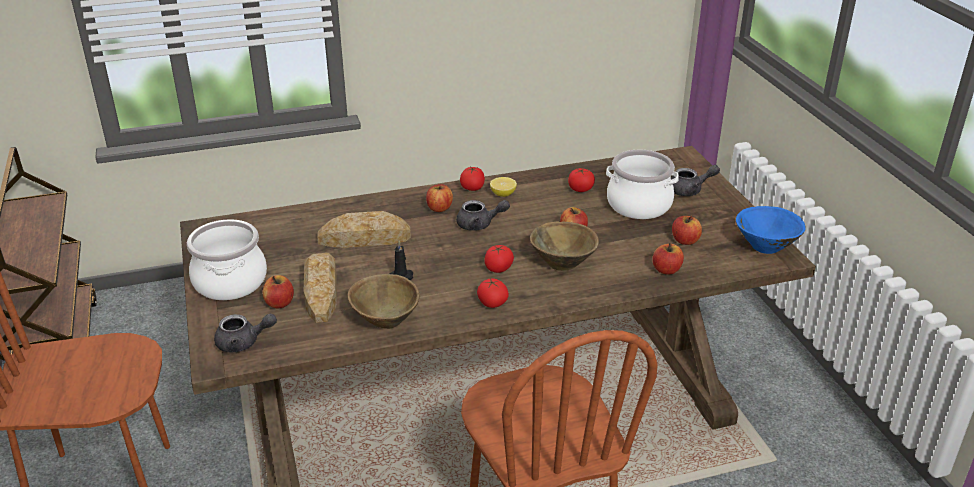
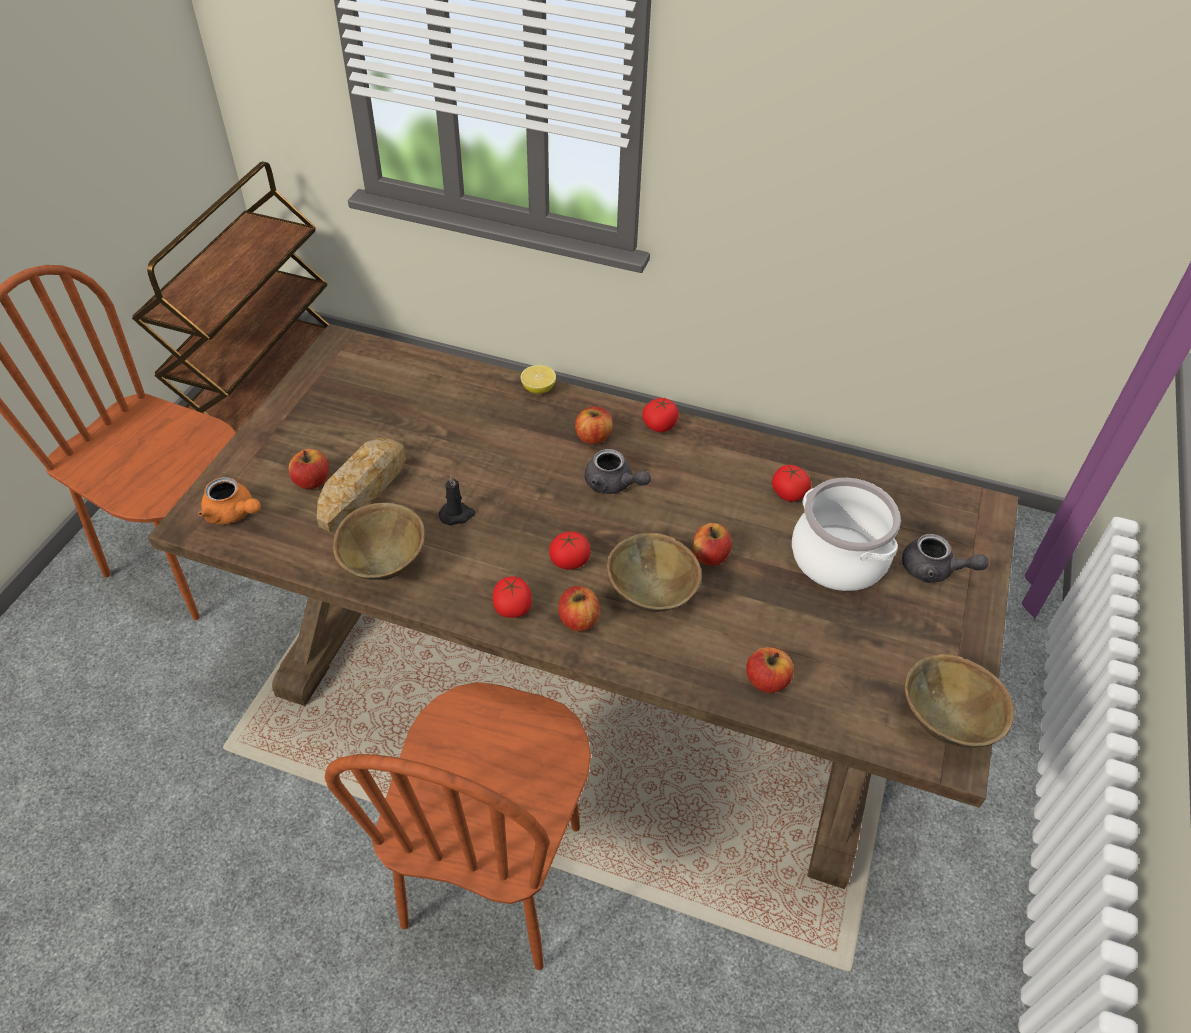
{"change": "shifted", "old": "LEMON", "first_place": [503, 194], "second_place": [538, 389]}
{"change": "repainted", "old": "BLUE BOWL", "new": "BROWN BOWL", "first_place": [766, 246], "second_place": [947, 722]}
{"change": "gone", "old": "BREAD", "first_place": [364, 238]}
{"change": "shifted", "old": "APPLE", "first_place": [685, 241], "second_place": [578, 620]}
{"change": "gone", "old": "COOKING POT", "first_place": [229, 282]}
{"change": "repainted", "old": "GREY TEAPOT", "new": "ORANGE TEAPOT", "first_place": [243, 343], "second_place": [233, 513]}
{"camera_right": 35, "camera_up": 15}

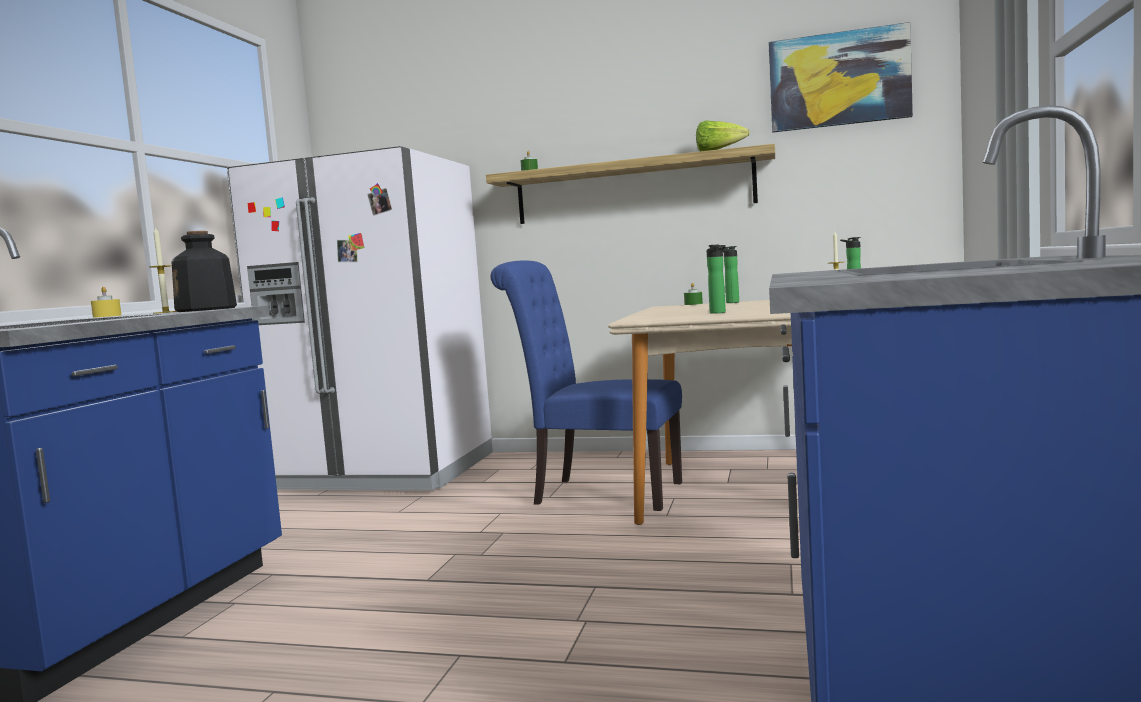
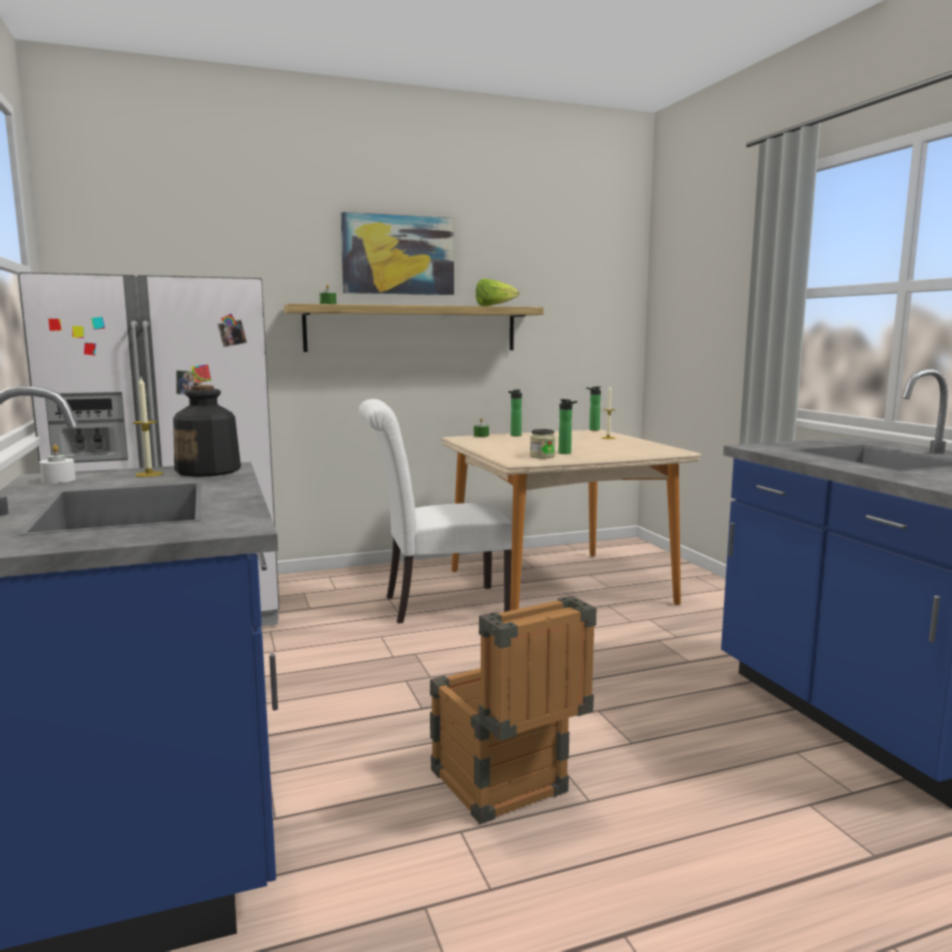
{"change": "shifted", "old": "PICTURE", "first_place": [838, 79], "second_place": [398, 255]}
{"change": "repainted", "old": "BLUE CHAIR", "new": "WHITE CHAIR", "first_place": [599, 493], "second_place": [438, 605]}
{"change": "repainted", "old": "YELLOW CANDLE", "new": "WHITE CANDLE", "first_place": [107, 316], "second_place": [58, 480]}
{"change": "new", "new": "JAR", "second_place": [542, 456]}
{"change": "new", "new": "CRATE", "second_place": [506, 790]}
{"camera_right": -35, "camera_up": 5}

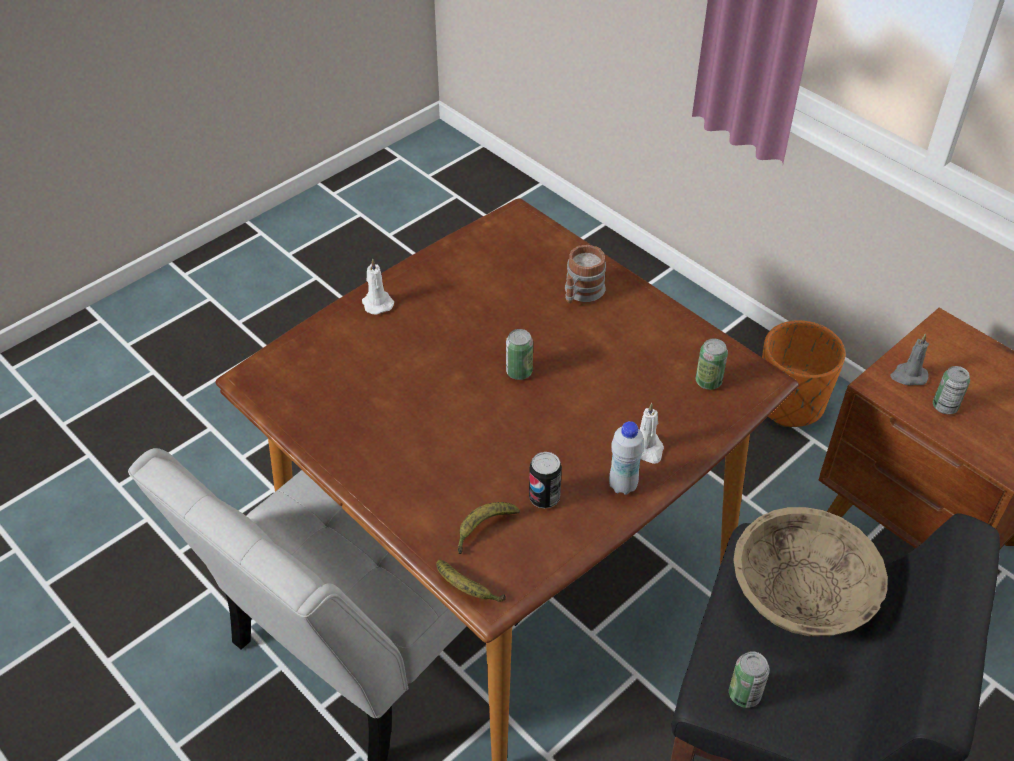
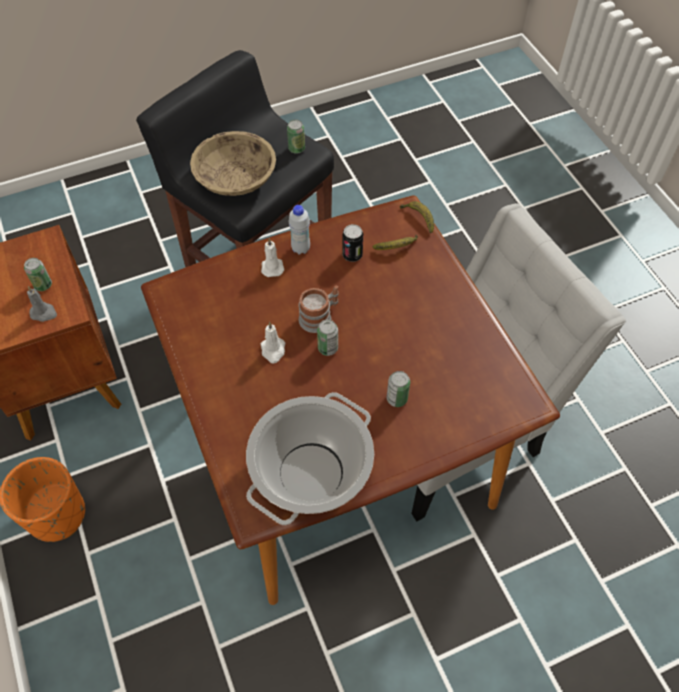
{"change": "shifted", "old": "MUG", "first_place": [581, 293], "second_place": [319, 316]}
{"change": "shifted", "old": "WHITE CANDLE", "first_place": [377, 303], "second_place": [273, 350]}
{"change": "shifted", "old": "CAN", "first_place": [708, 381], "second_place": [397, 399]}
{"change": "new", "new": "COOKING POT", "second_place": [311, 472]}
{"camera_right": -160, "camera_up": 10}

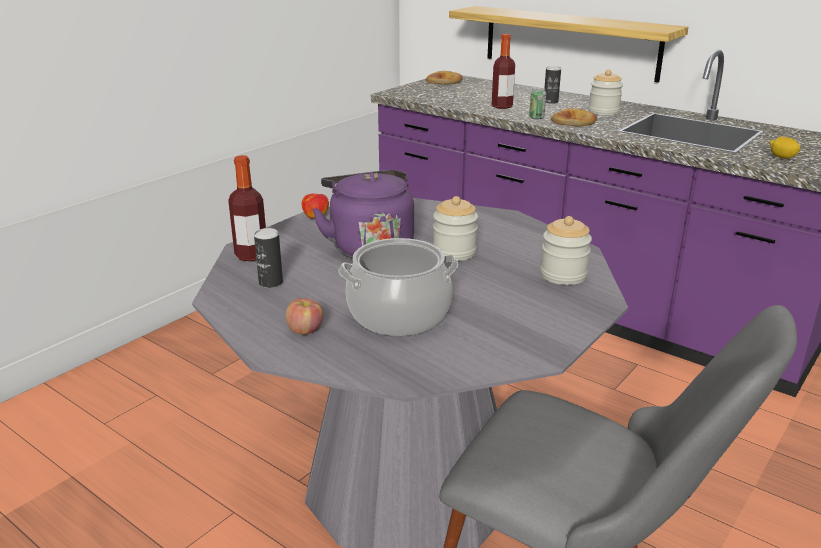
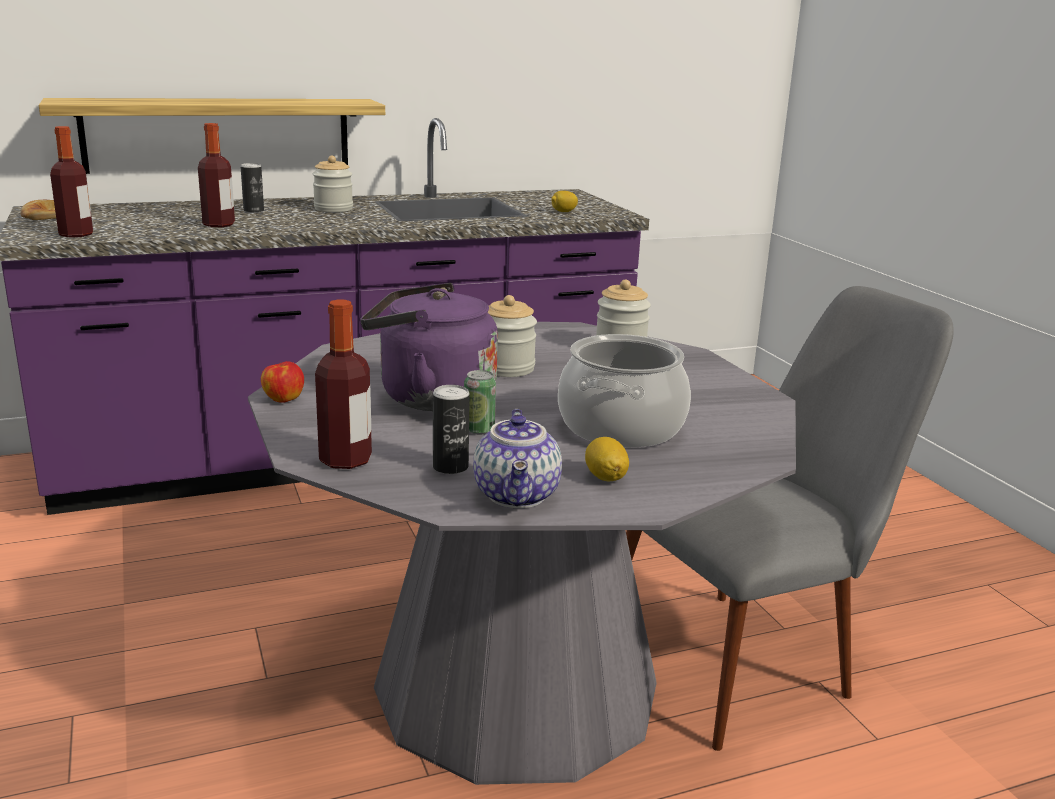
{"change": "shifted", "old": "CAN", "first_place": [536, 118], "second_place": [479, 430]}
{"change": "gone", "old": "BREAD", "first_place": [574, 122]}
{"change": "swapped", "old": "APPLE", "new": "LEMON", "first_place": [305, 330], "second_place": [605, 477]}
{"change": "new", "new": "BOTTLE", "second_place": [76, 234]}
{"change": "new", "new": "TEAPOT", "second_place": [519, 496]}
{"camera_right": -60, "camera_up": -5}

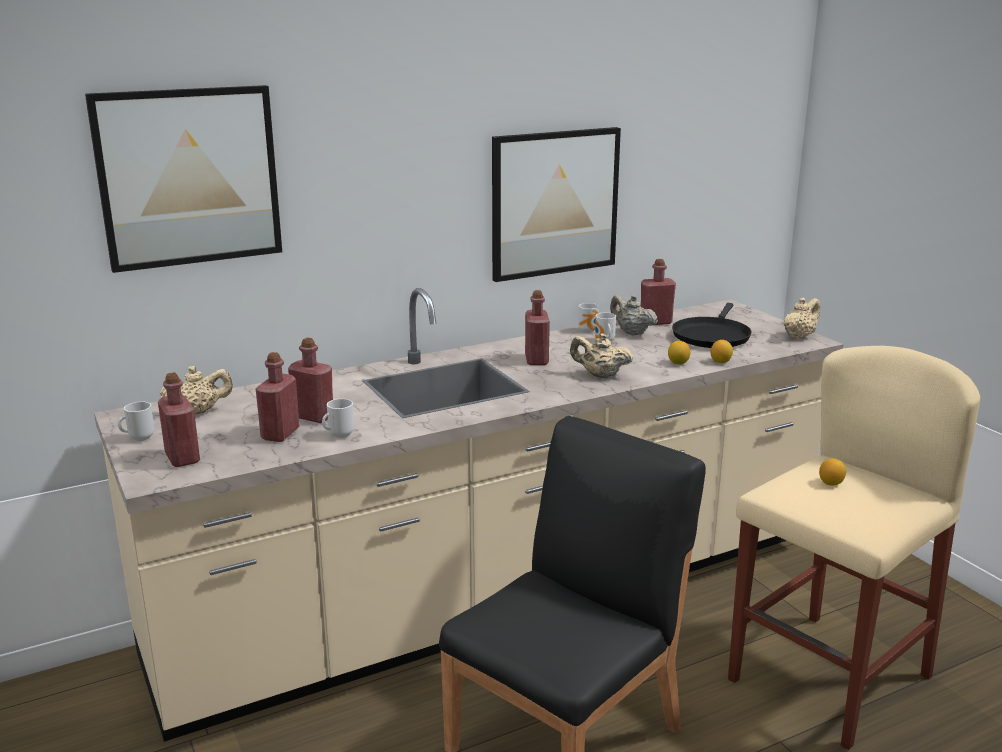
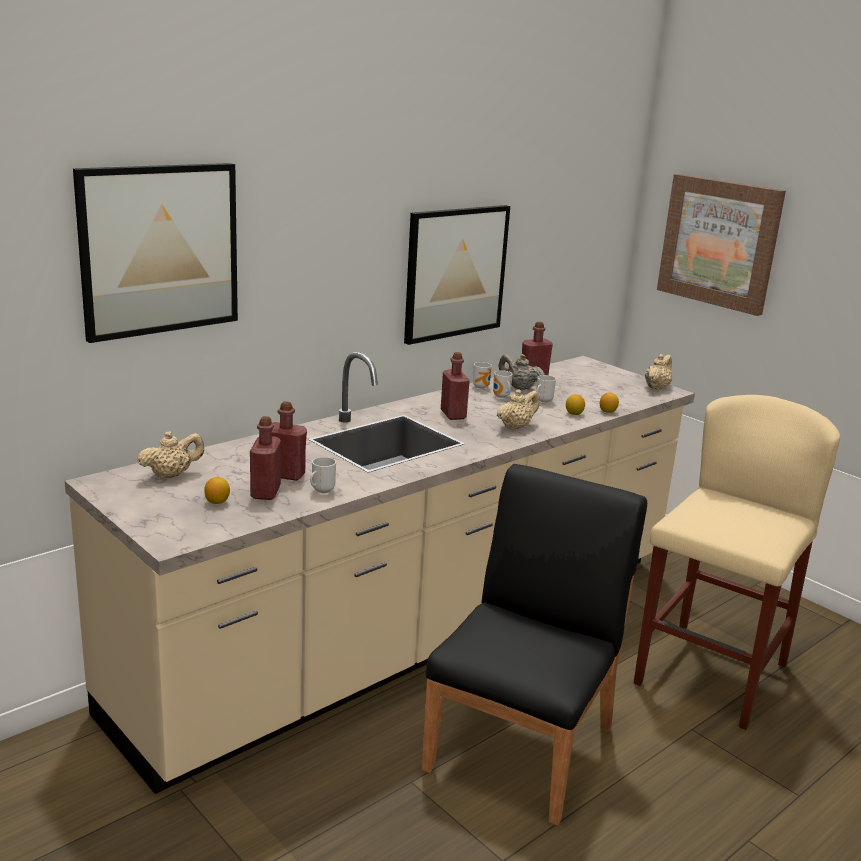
{"change": "gone", "old": "BLACK FRYING PAN", "first_place": [711, 335]}
{"change": "rotated", "old": "BEIGE TEAPOT", "first_place": [600, 375], "second_place": [516, 427], "degrees": 135}
{"change": "gone", "old": "RED BOTTLE", "first_place": [182, 458]}
{"change": "shifted", "old": "MUG", "first_place": [139, 438], "second_place": [542, 401]}
{"change": "shifted", "old": "LEMON", "first_place": [831, 483], "second_place": [217, 502]}
{"change": "new", "new": "PICTURE", "second_place": [719, 243]}
{"camera_right": -15, "camera_up": 0}

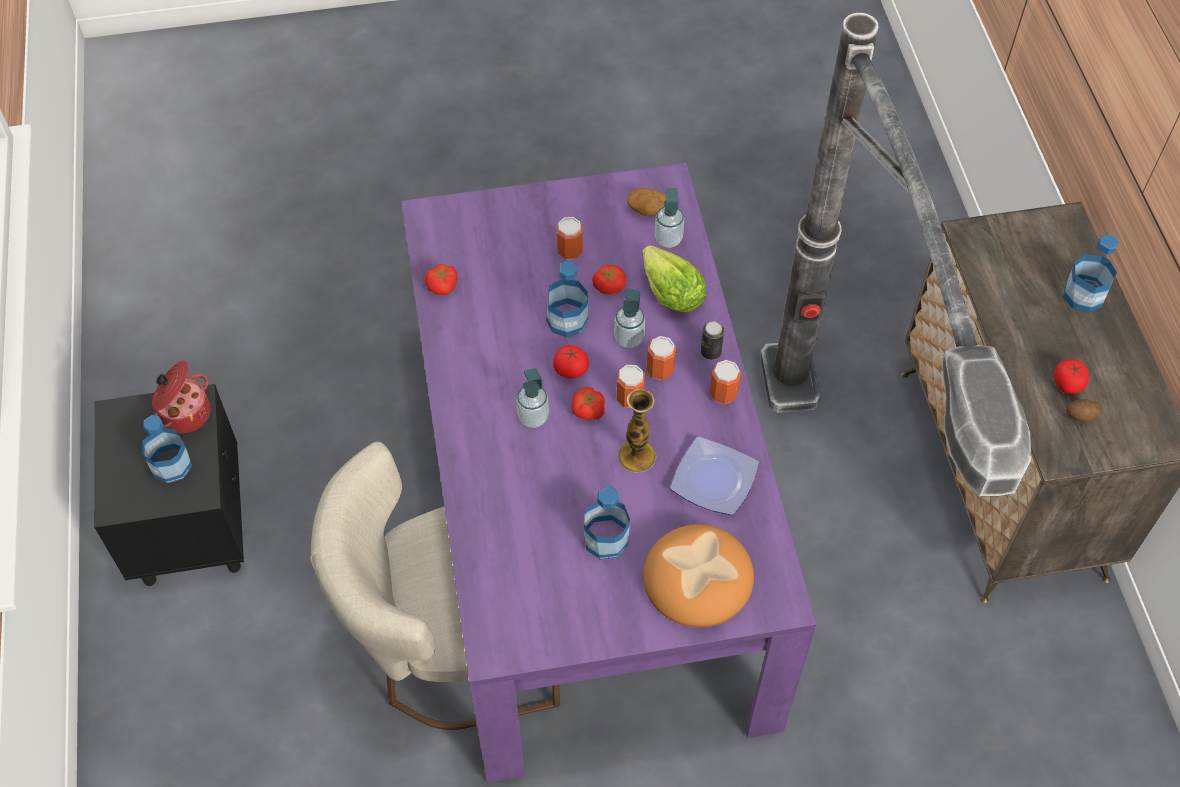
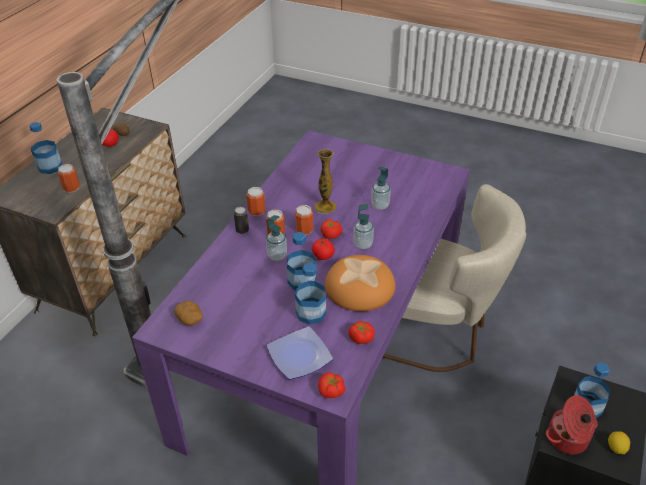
{"change": "shifted", "old": "SOAP DISPENSER", "first_place": [668, 239], "second_place": [380, 205]}
{"change": "shifted", "old": "CAN", "first_place": [569, 250], "second_place": [71, 188]}
{"change": "gone", "old": "LETTUCE", "first_place": [670, 293]}
{"change": "shifted", "old": "TOMATO", "first_place": [609, 285], "second_place": [331, 391]}
{"change": "shifted", "old": "PLATE", "first_place": [716, 479], "second_place": [298, 356]}
{"change": "shifted", "old": "BOTTLE", "first_place": [606, 539], "second_place": [311, 313]}
{"change": "shifted", "old": "BREAD", "first_place": [698, 578], "second_place": [359, 287]}
{"change": "new", "new": "LEMON", "second_place": [616, 448]}
{"camera_right": -145, "camera_up": -15}

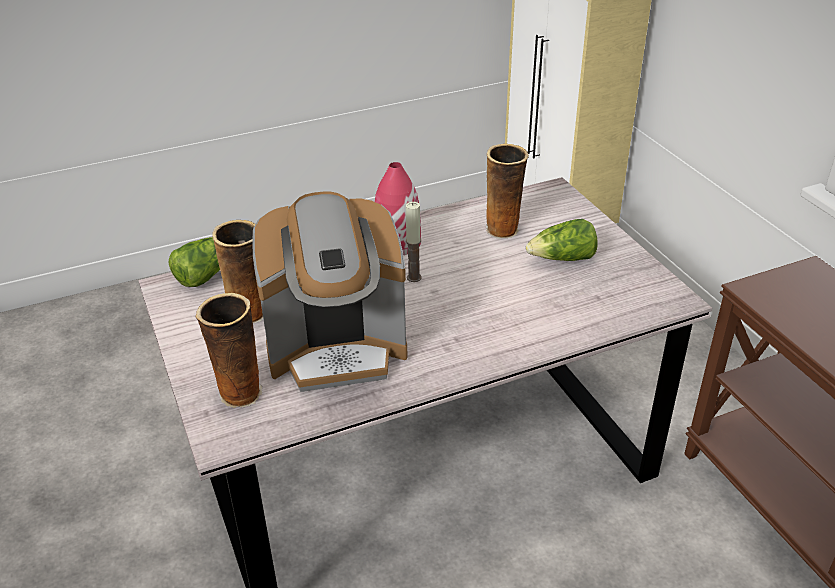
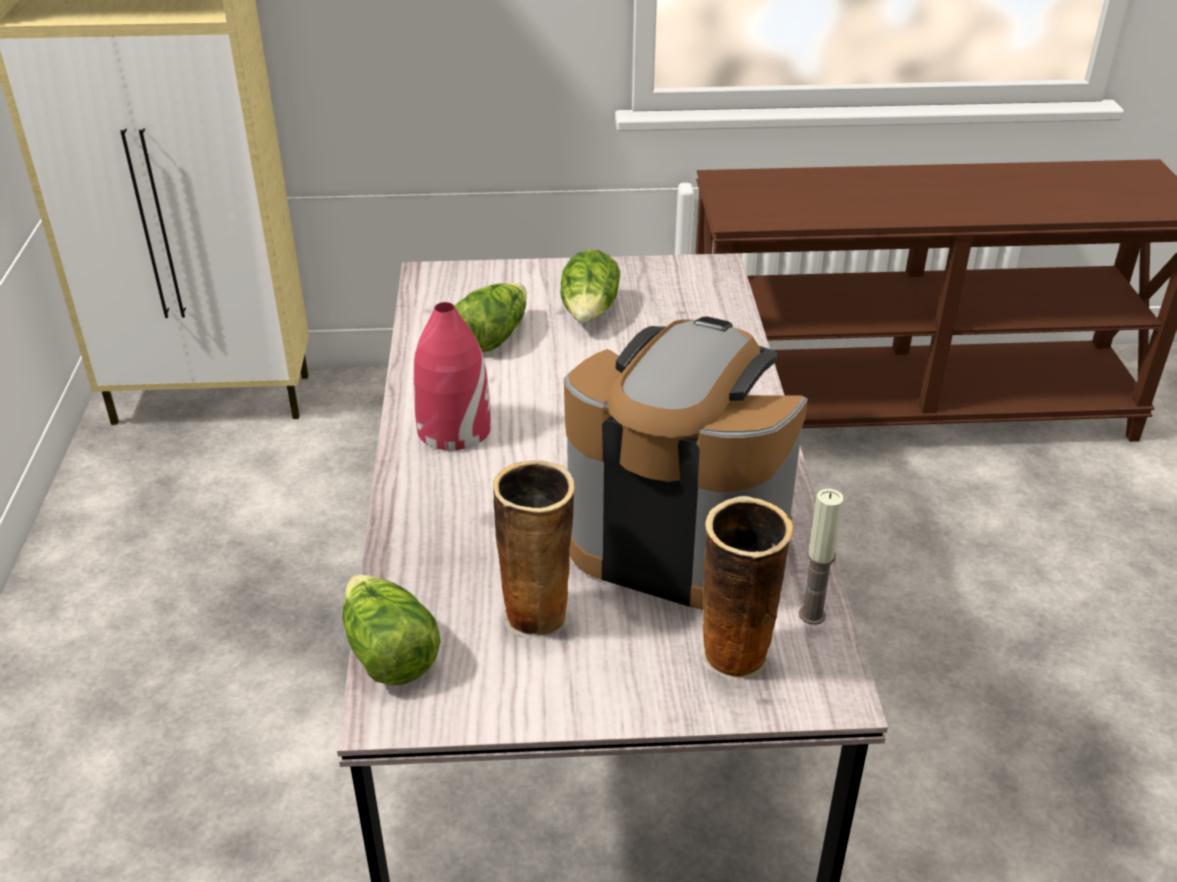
{"change": "swapped", "old": "VASE", "new": "LETTUCE", "first_place": [503, 230], "second_place": [492, 336]}
{"change": "rotated", "old": "COFFEE MACHINE", "first_place": [337, 349], "second_place": [677, 538], "degrees": -75}
{"change": "shifted", "old": "CANDLE", "first_place": [414, 277], "second_place": [812, 615]}
{"camera_right": -70, "camera_up": 0}

